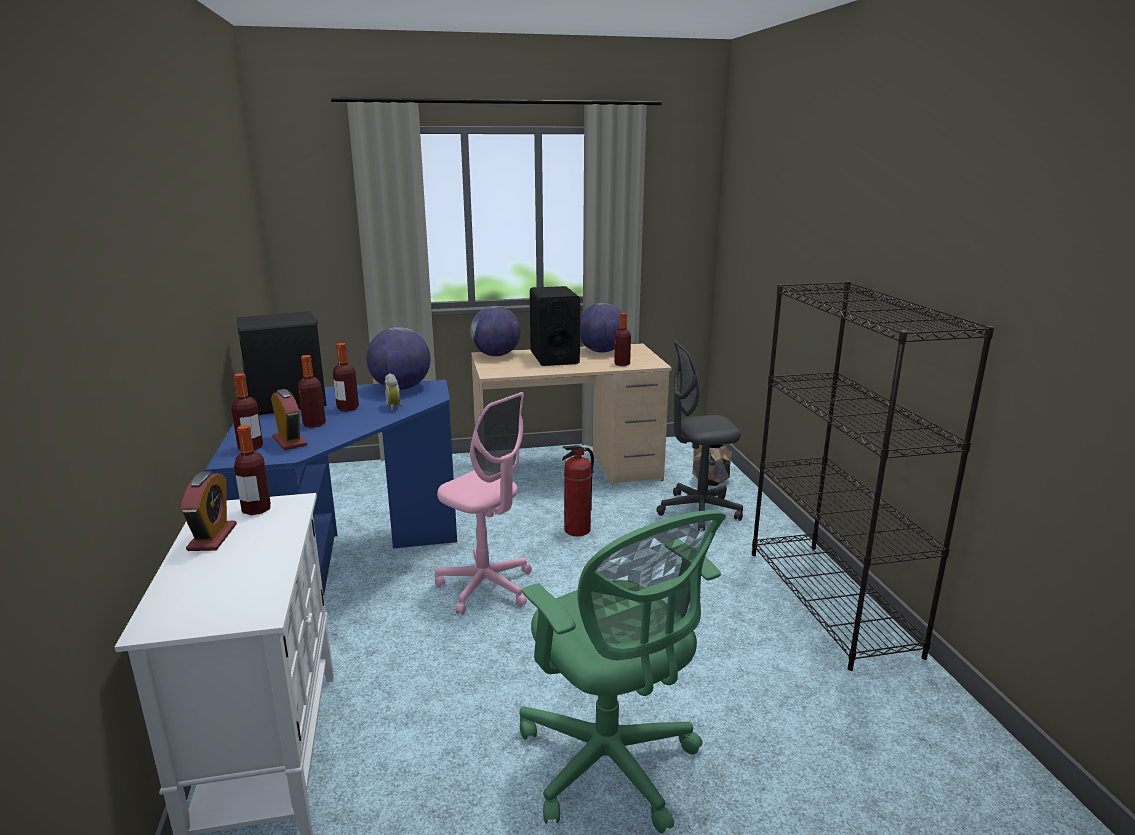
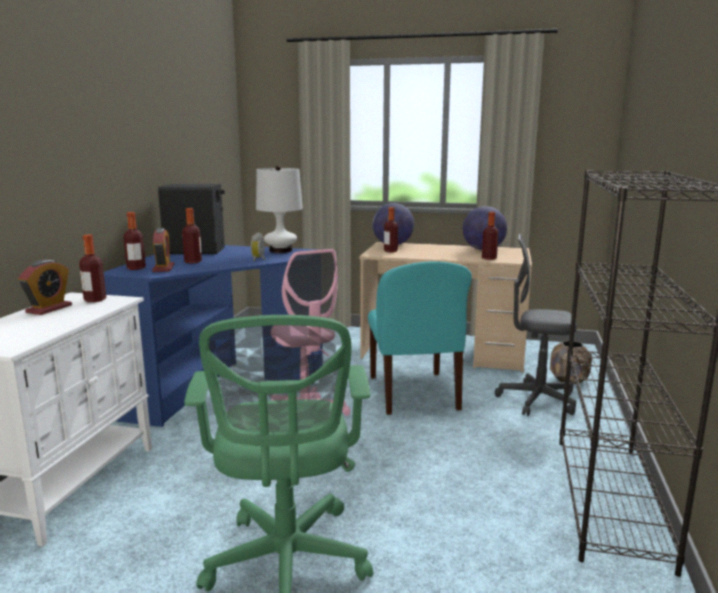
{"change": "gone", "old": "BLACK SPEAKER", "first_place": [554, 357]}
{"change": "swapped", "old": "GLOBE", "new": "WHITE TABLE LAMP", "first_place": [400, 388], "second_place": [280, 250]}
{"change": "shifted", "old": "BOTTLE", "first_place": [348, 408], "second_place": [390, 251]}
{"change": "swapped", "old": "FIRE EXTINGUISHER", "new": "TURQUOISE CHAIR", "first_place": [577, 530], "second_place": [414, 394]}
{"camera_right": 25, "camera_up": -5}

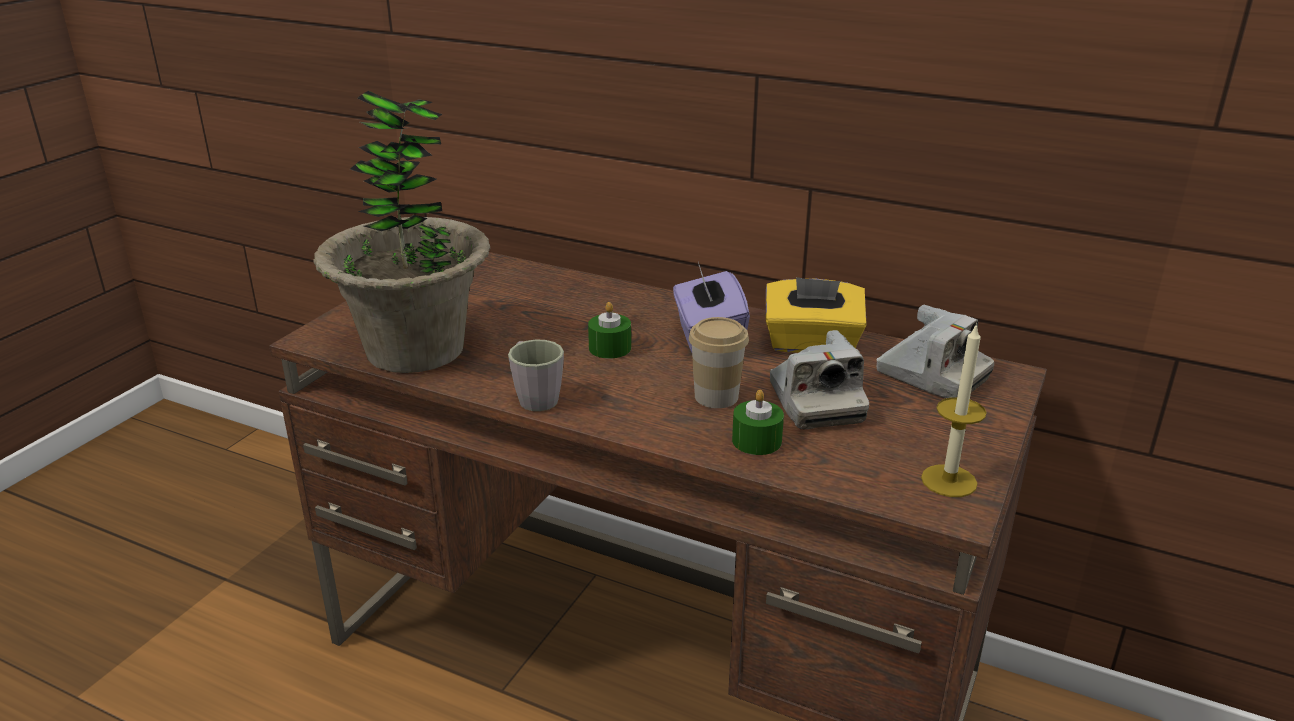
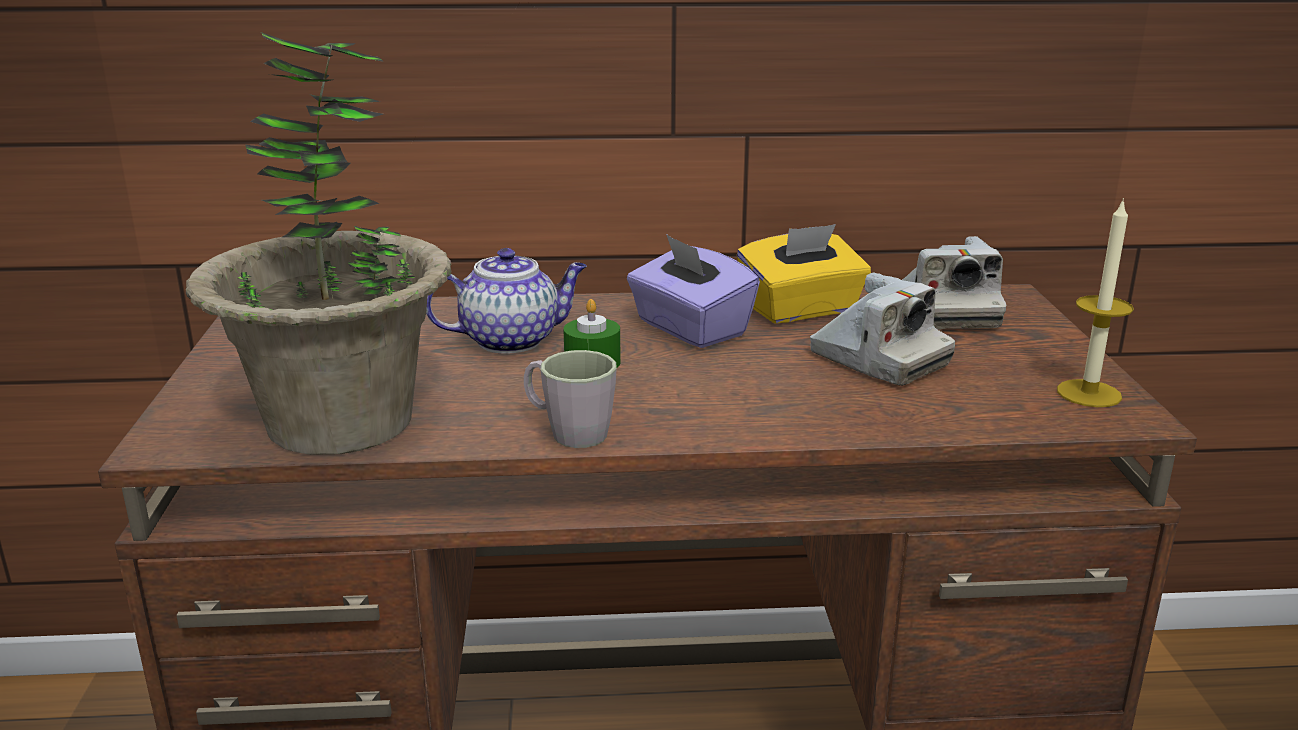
{"change": "rotated", "old": "PHOTO CAMERA", "first_place": [932, 376], "second_place": [948, 311], "degrees": 75}
{"change": "gone", "old": "CUP", "first_place": [716, 396]}
{"change": "gone", "old": "GREEN CANDLE", "first_place": [756, 441]}
{"change": "new", "new": "TEAPOT", "second_place": [512, 340]}
{"camera_right": -30, "camera_up": -5}

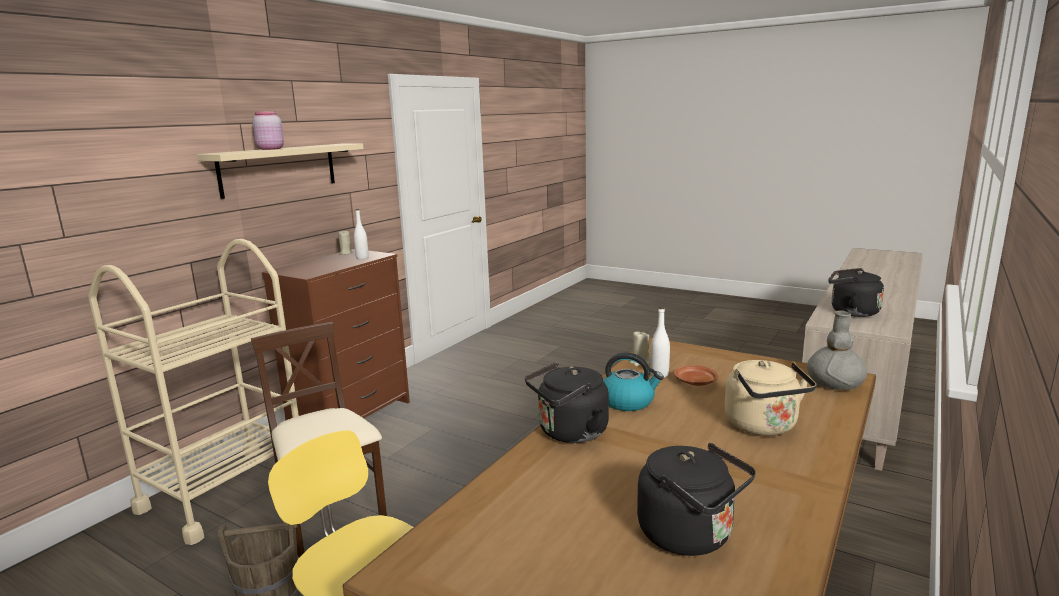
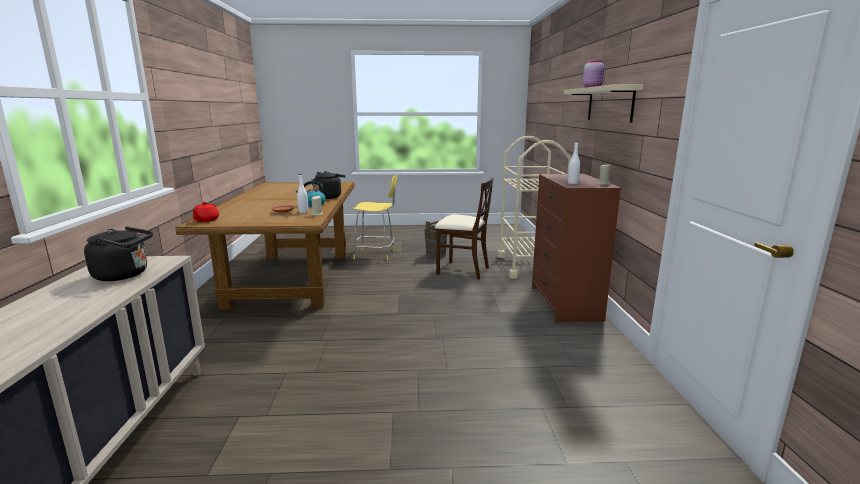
{"change": "swapped", "old": "GREY VASE", "new": "RED TEAPOT", "first_place": [834, 383], "second_place": [206, 220]}
{"change": "gone", "old": "BEIGE KETTLE", "first_place": [764, 426]}
{"change": "gone", "old": "BLACK KETTLE", "first_place": [691, 536]}
{"camera_right": 145, "camera_up": 0}

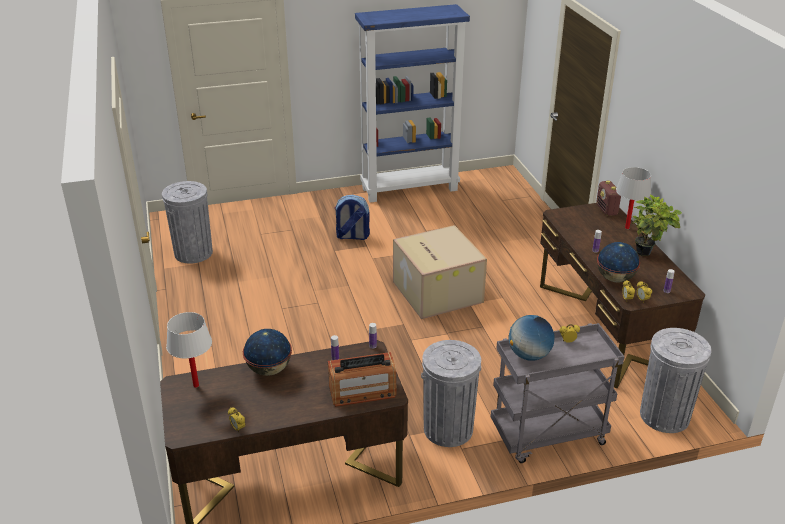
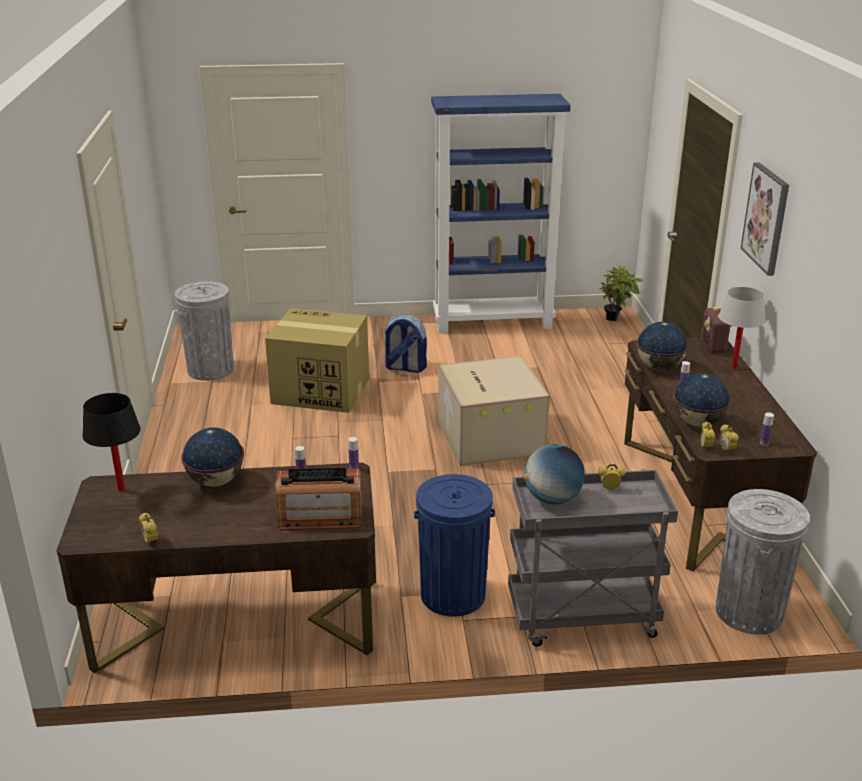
{"change": "shifted", "old": "POTTED PLANT", "first_place": [647, 254], "second_place": [615, 320]}
{"change": "repainted", "old": "WHITE TABLE LAMP", "new": "BLACK TABLE LAMP", "first_place": [196, 385], "second_place": [121, 489]}
{"change": "repainted", "old": "GREY TRASH CAN", "new": "BLUE TRASH CAN", "first_place": [448, 429], "second_place": [453, 595]}
{"change": "new", "new": "PICTURE", "second_place": [766, 218]}
{"change": "new", "new": "CARDBOARD BOX", "second_place": [319, 391]}
{"change": "new", "new": "GLOBE", "second_place": [659, 368]}
{"camera_right": 10, "camera_up": -5}

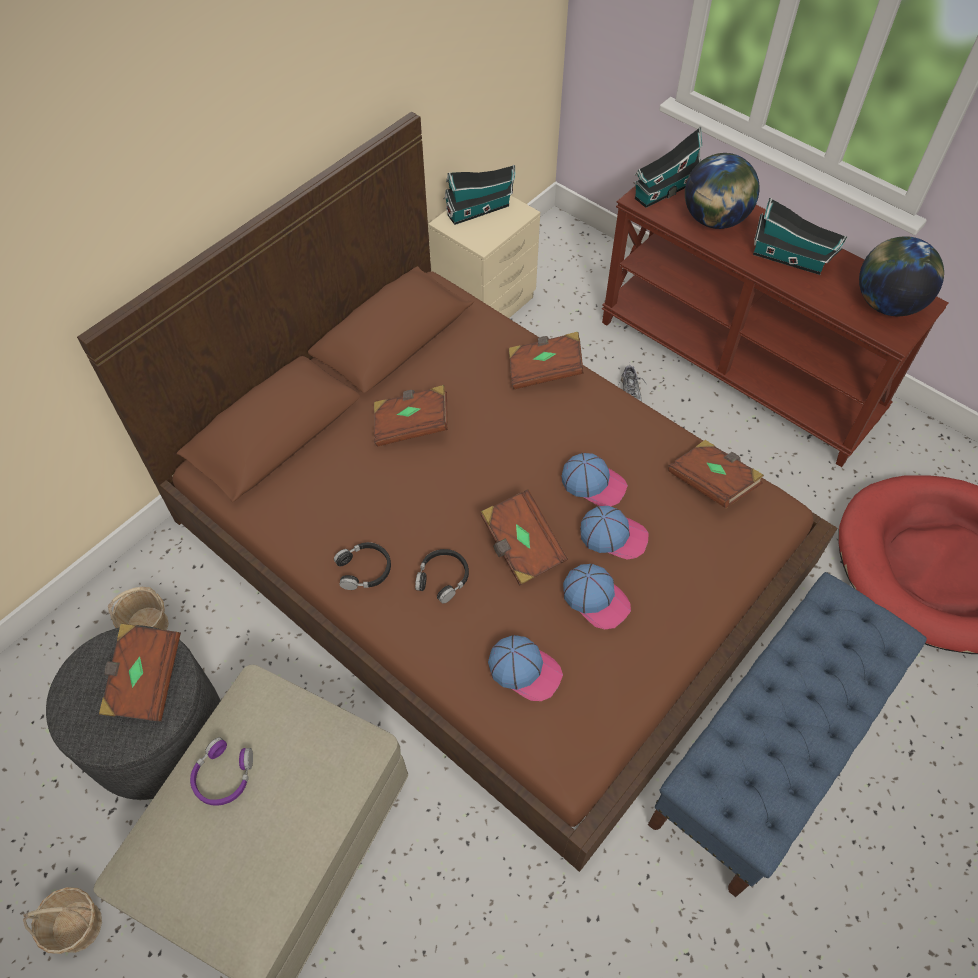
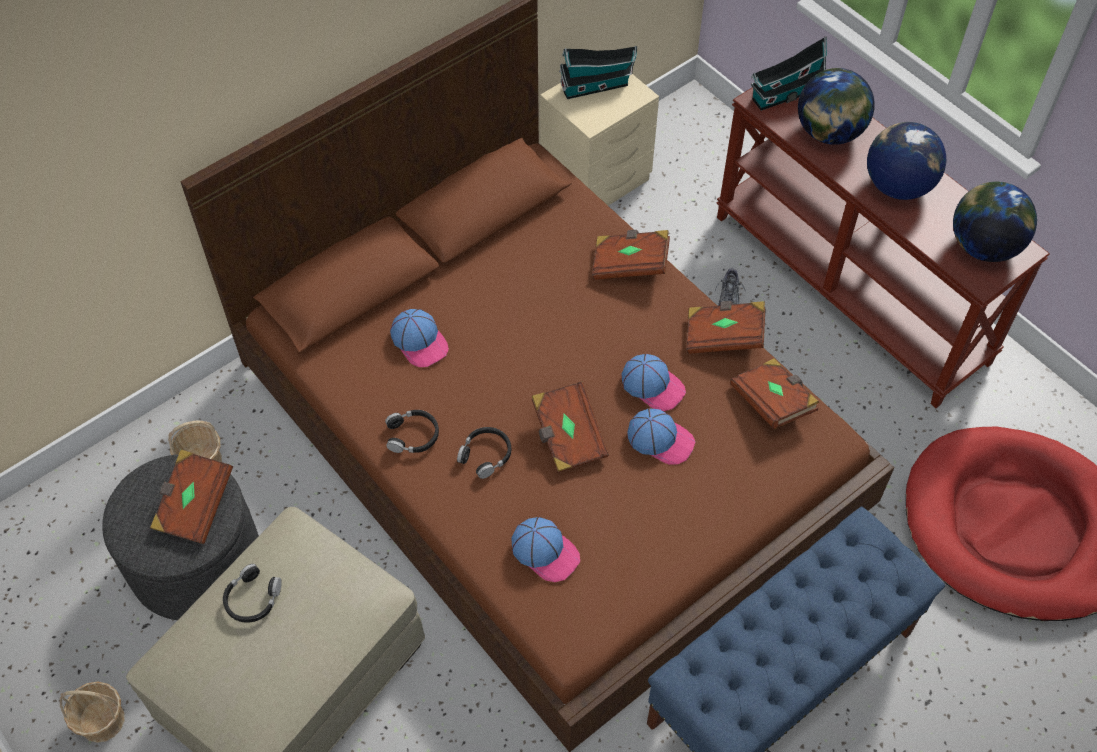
{"change": "swapped", "old": "TOY HOUSE", "new": "GLOBE", "first_place": [791, 259], "second_place": [897, 186]}
{"change": "shifted", "old": "BROWN BOOK", "first_place": [411, 425], "second_place": [724, 336]}
{"change": "shifted", "old": "CAP", "first_place": [596, 599], "second_place": [420, 341]}
{"change": "repainted", "old": "PURPLE HEADPHONES", "new": "BLACK HEADPHONES", "first_place": [224, 776], "second_place": [253, 599]}
{"camera_right": 10, "camera_up": 0}

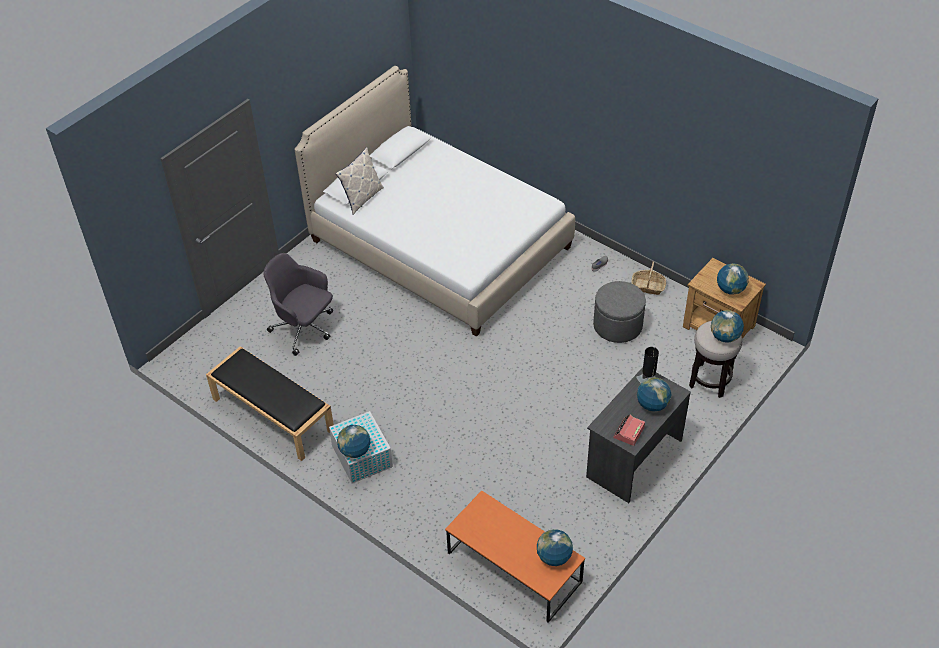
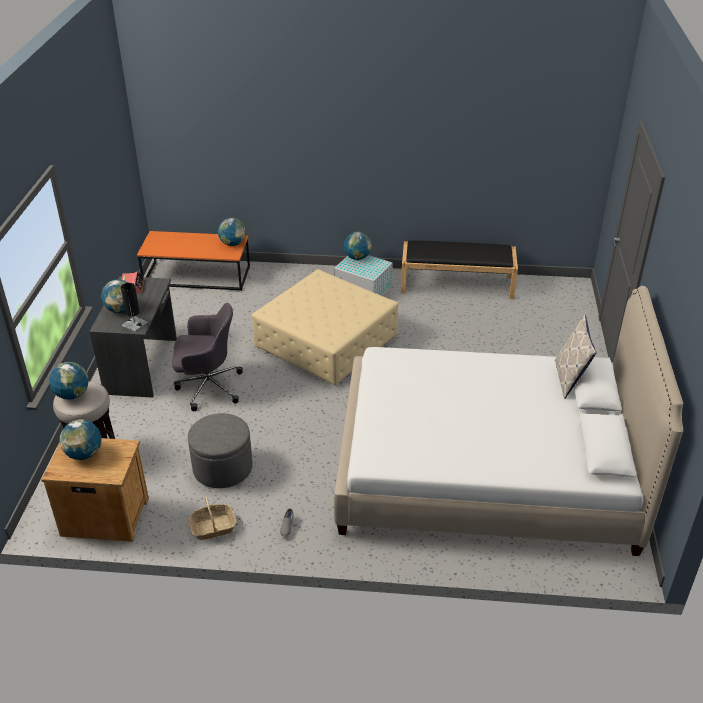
{"change": "shifted", "old": "GREY OFFICE CHAIR", "first_place": [304, 329], "second_place": [208, 387]}
{"change": "shifted", "old": "GLOBE", "first_place": [554, 557], "second_place": [233, 244]}
{"change": "new", "new": "BEIGE OTTOMAN", "second_place": [326, 342]}
{"camera_right": 145, "camera_up": -10}

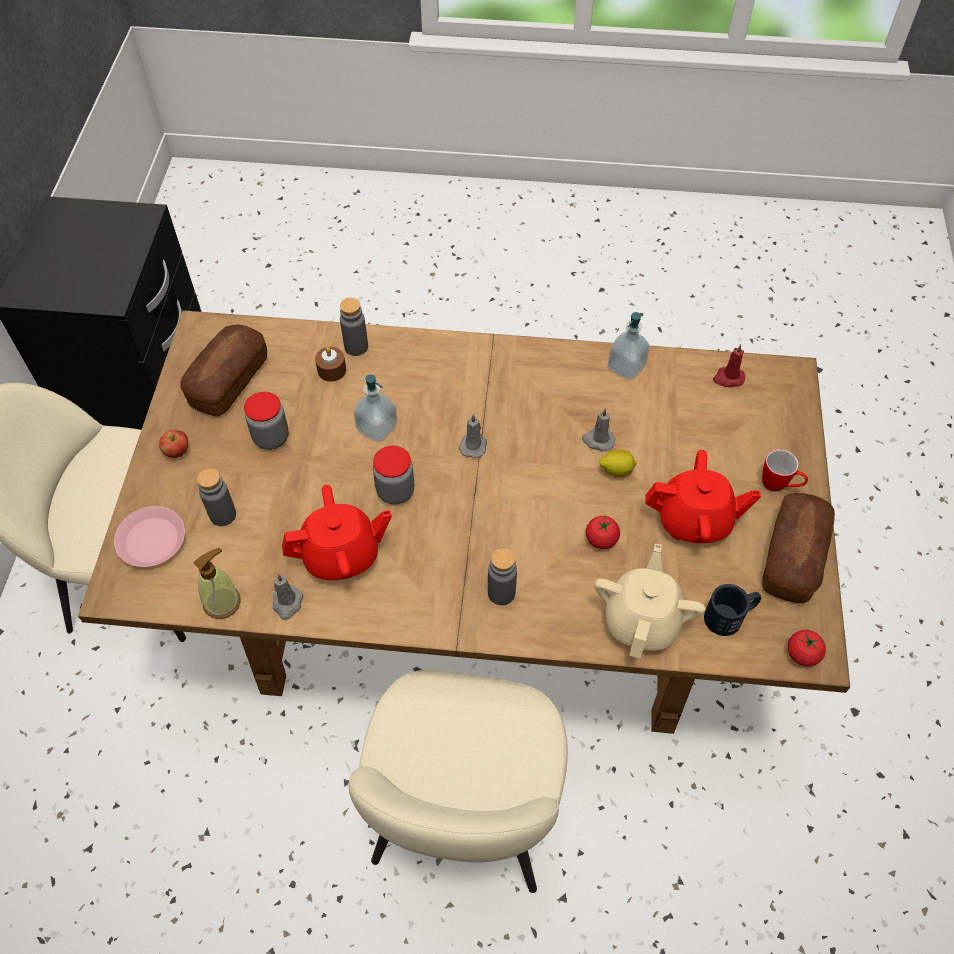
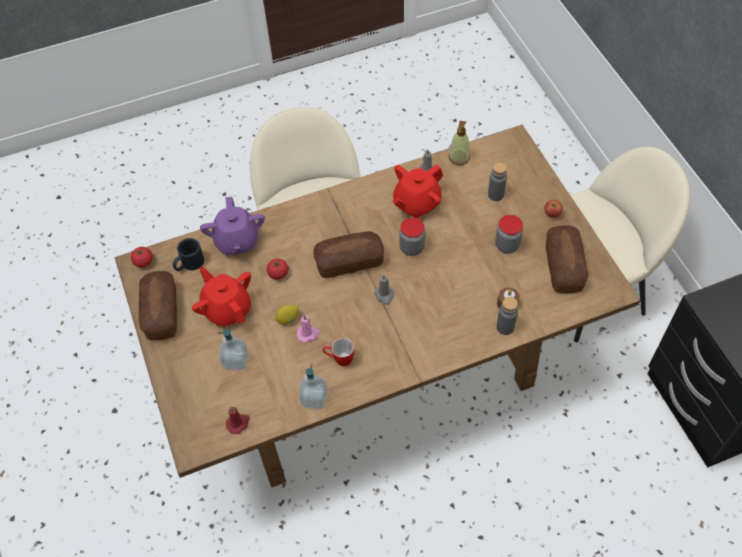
{"change": "shifted", "old": "SOAP DISPENSER", "first_place": [377, 427], "second_place": [236, 360]}
{"change": "repainted", "old": "GREY CANDLE", "new": "PINK CANDLE", "first_place": [598, 440], "second_place": [308, 334]}
{"change": "shifted", "old": "MUG", "first_place": [779, 486], "second_place": [339, 359]}
{"change": "rotated", "old": "RED TEAPOT", "first_place": [694, 520], "second_place": [227, 309], "degrees": 75}
{"change": "gone", "old": "PINK PLATE", "first_place": [151, 540]}
{"change": "repainted", "old": "BEIGE TEAPOT", "new": "PURPLE TEAPOT", "first_place": [642, 620], "second_place": [237, 241]}
{"change": "gone", "old": "GREY BOTTLE", "first_place": [501, 593]}
{"change": "new", "new": "BREAD", "second_place": [349, 262]}
{"camera_right": 155, "camera_up": 0}

